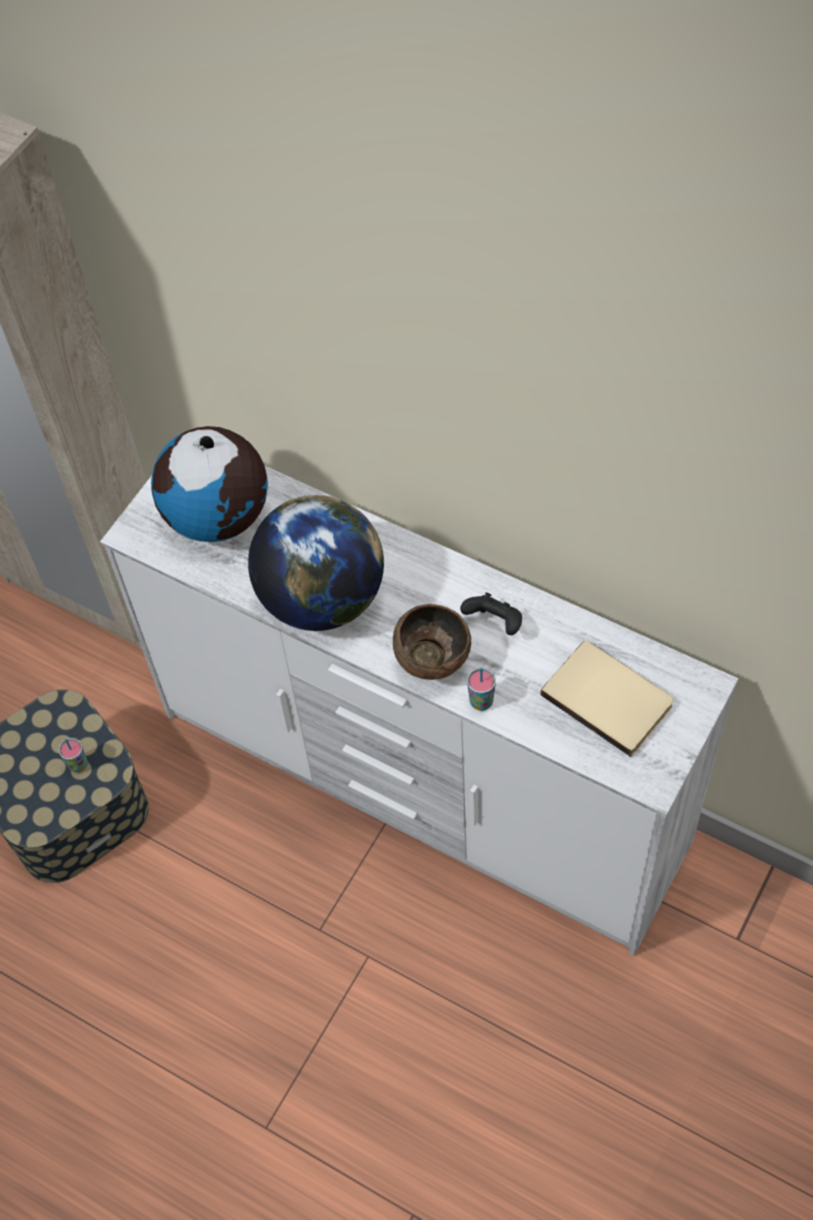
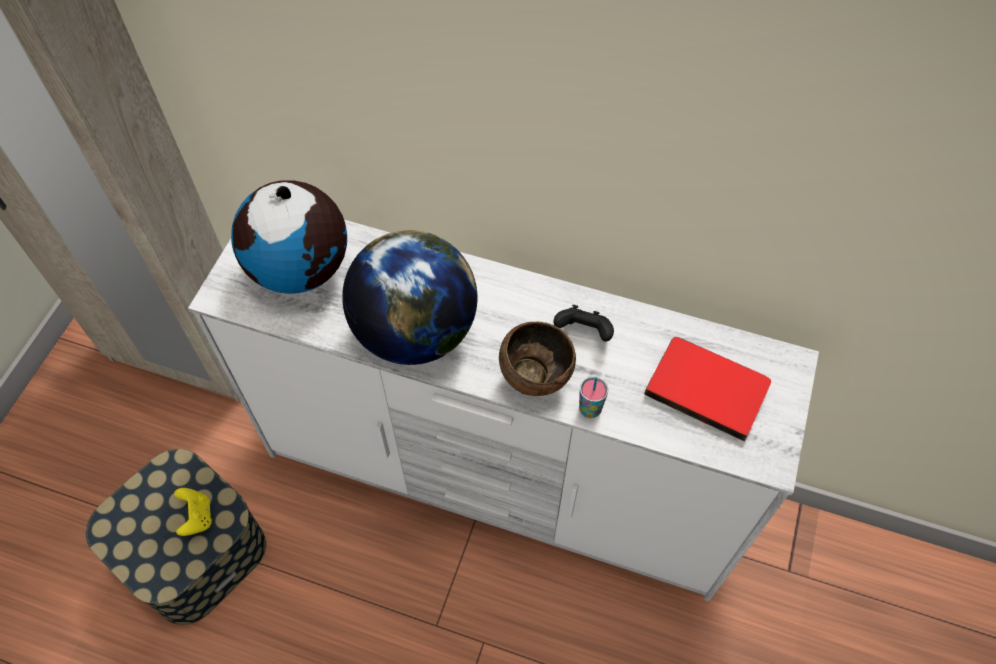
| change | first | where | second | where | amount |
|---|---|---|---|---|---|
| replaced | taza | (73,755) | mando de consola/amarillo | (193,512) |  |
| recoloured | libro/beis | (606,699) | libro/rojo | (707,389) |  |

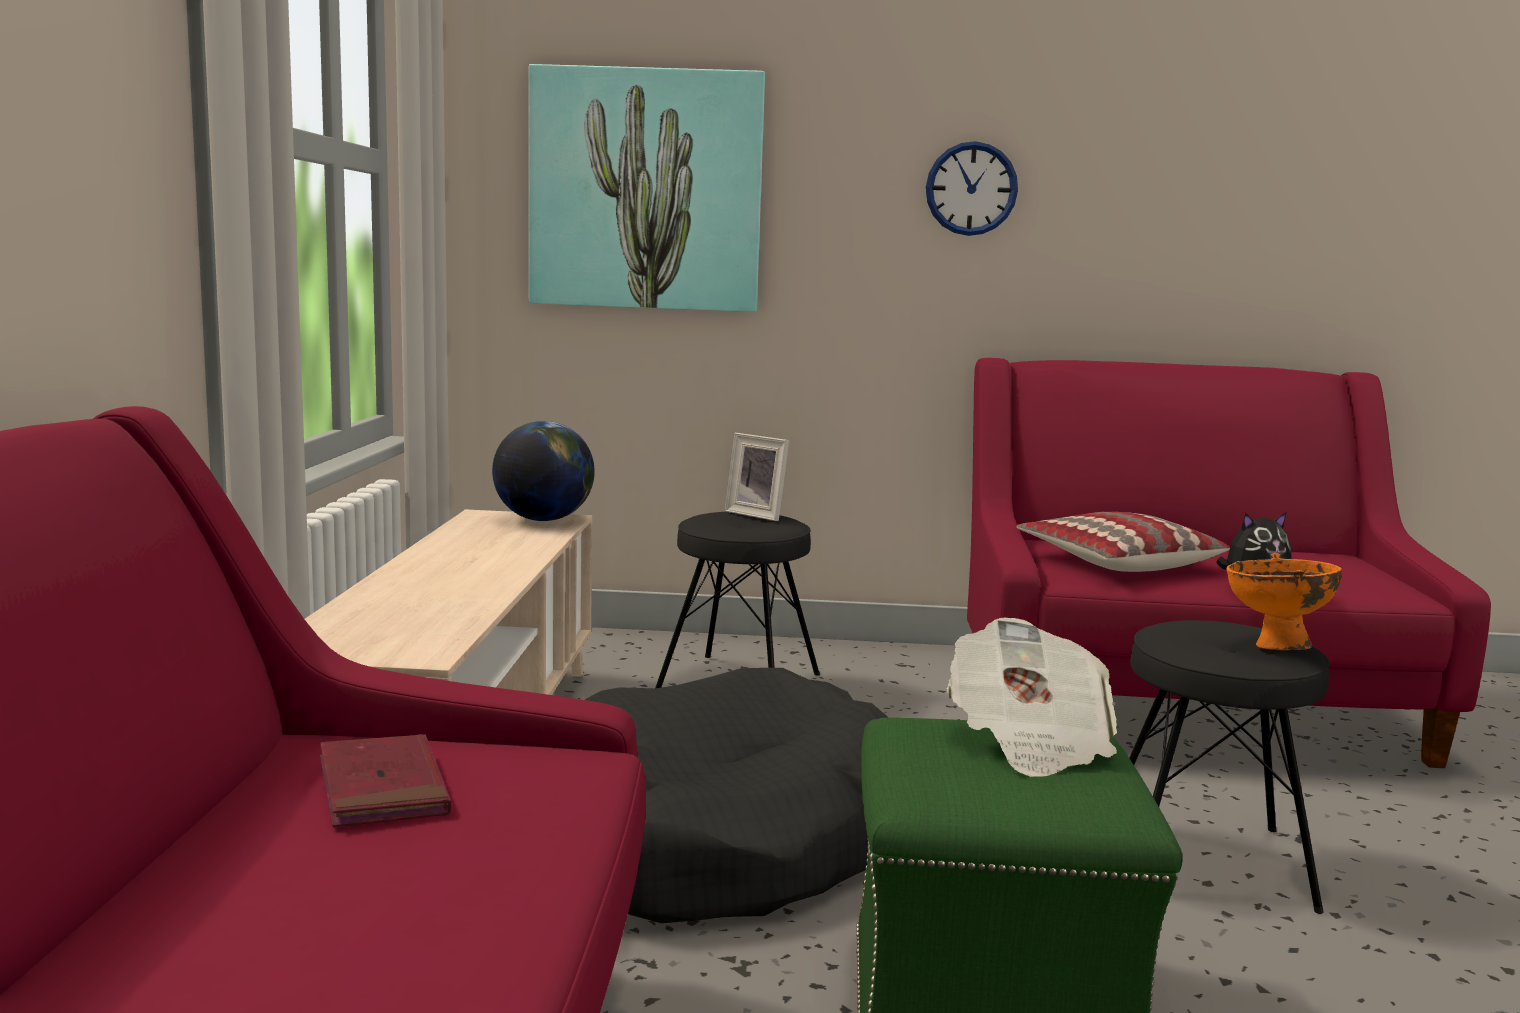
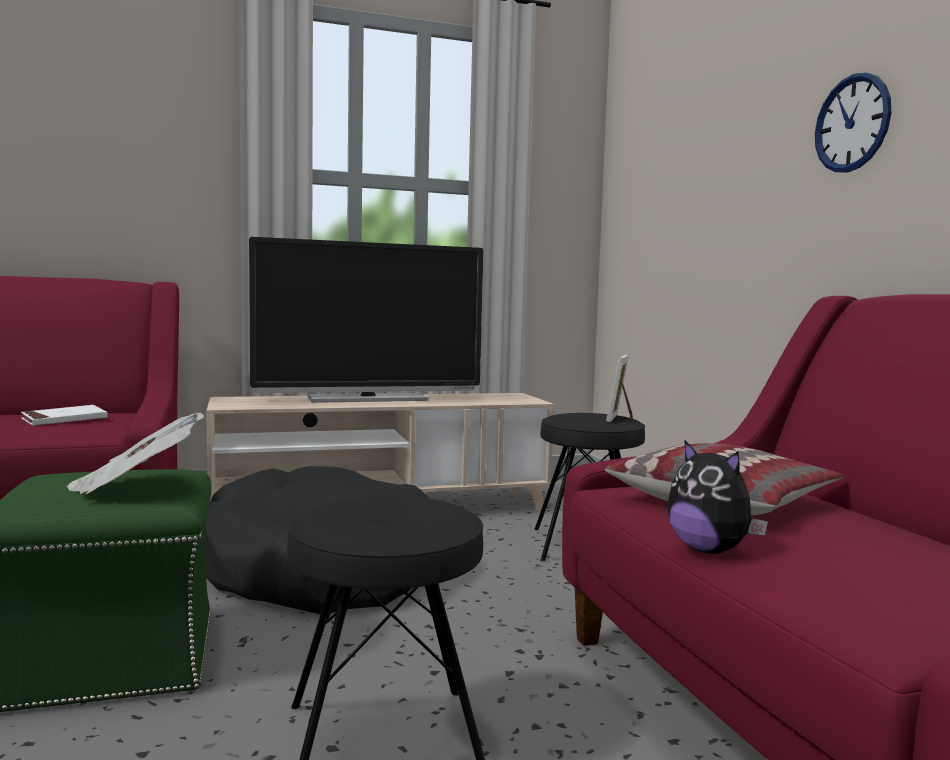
| change | first | where | second | where | amount |
|---|---|---|---|---|---|
| recoloured | libro/rojo | (385,781) | libro/blanco | (64,415) |  |
| added |  |  | televisor | (366,320) |  |
| removed | globo terráqueo | (543,471) |  |  |  |
| removed | cuadro | (647,188) |  |  |  |
| removed | cuenco/naranja | (1284,601) |  |  |  |

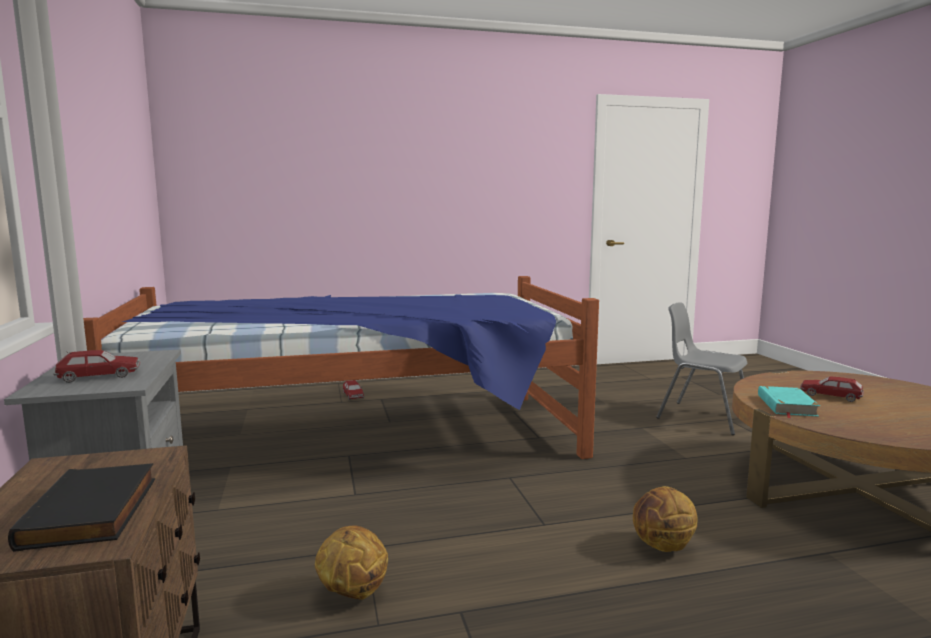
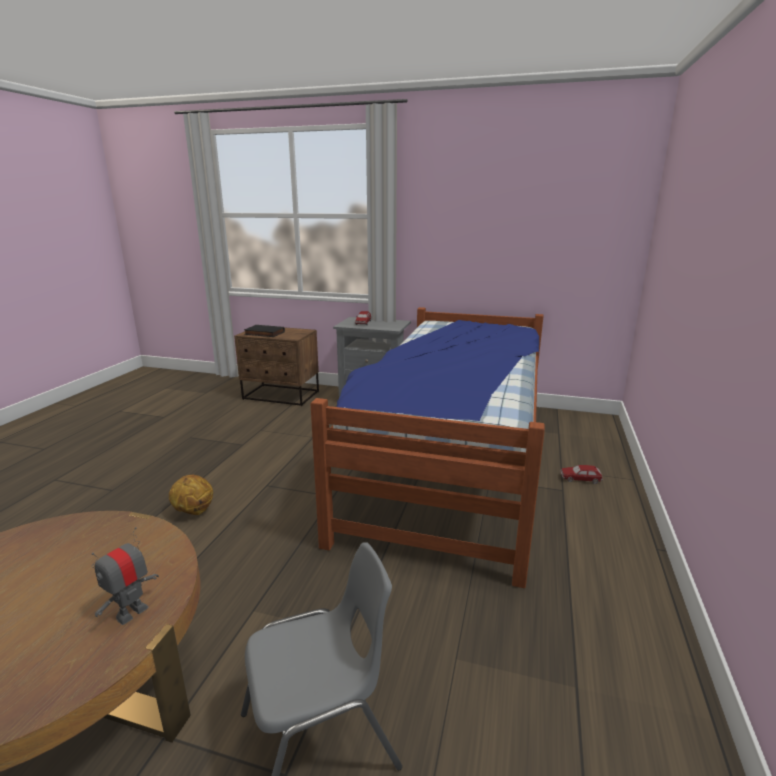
| change | first | where | second | where | amount |
|---|---|---|---|---|---|
| added |  |  | robot de juguete | (125,576) |  |
| removed | balón de baloncesto | (351,562) |  |  |  |
| removed | libro/turquesa | (789,402) |  |  |  |
| removed | coche de juguete | (832,389) |  |  |  |

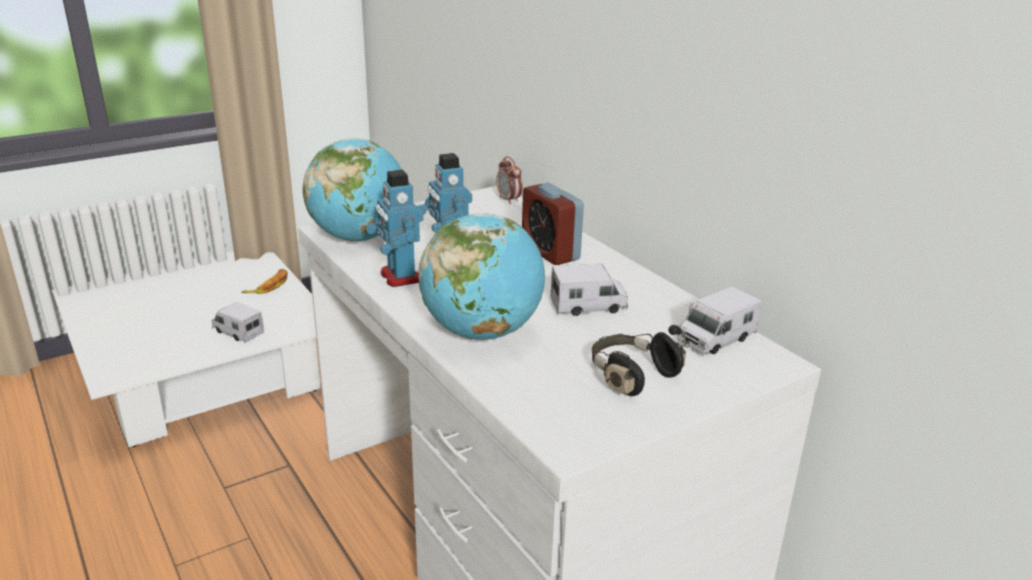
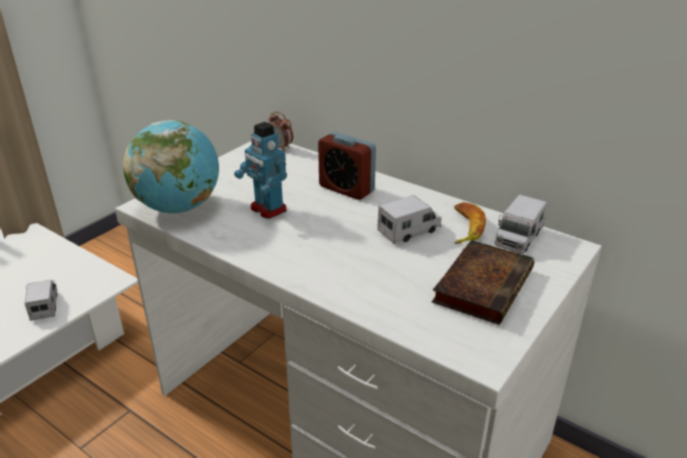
| change | first | where | second | where | amount |
|---|---|---|---|---|---|
| turned | camión de juguete | (237,322) |  | (40,300) | 60 degrees clockwise |
| replaced | auriculares/negro | (641,360) | libro | (483,282) |  |
| moved | plátano | (264,281) |  | (470,223) |  |
| removed | robot de juguete | (394,228) |  |  |  |
| removed | globo terráqueo | (481,276) |  |  |  |

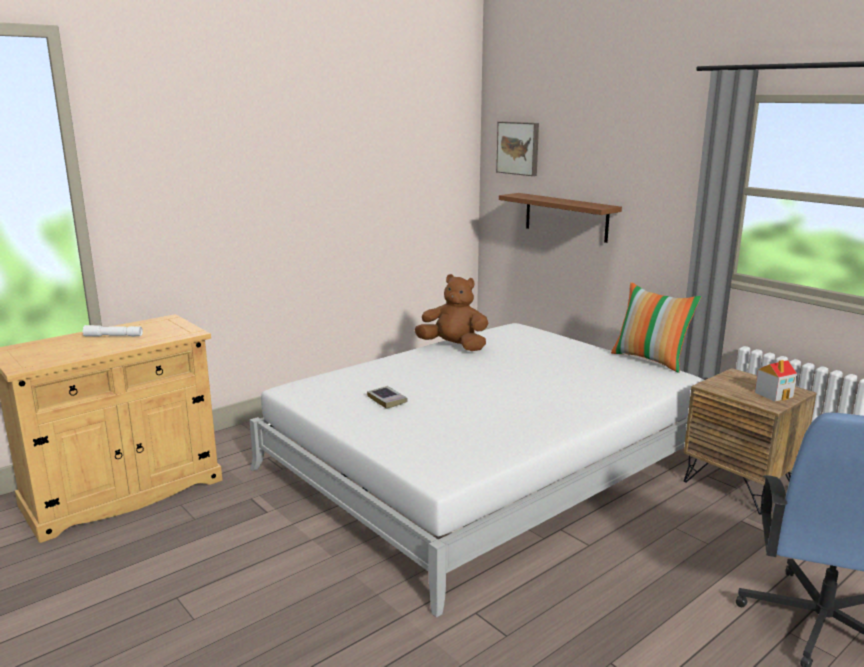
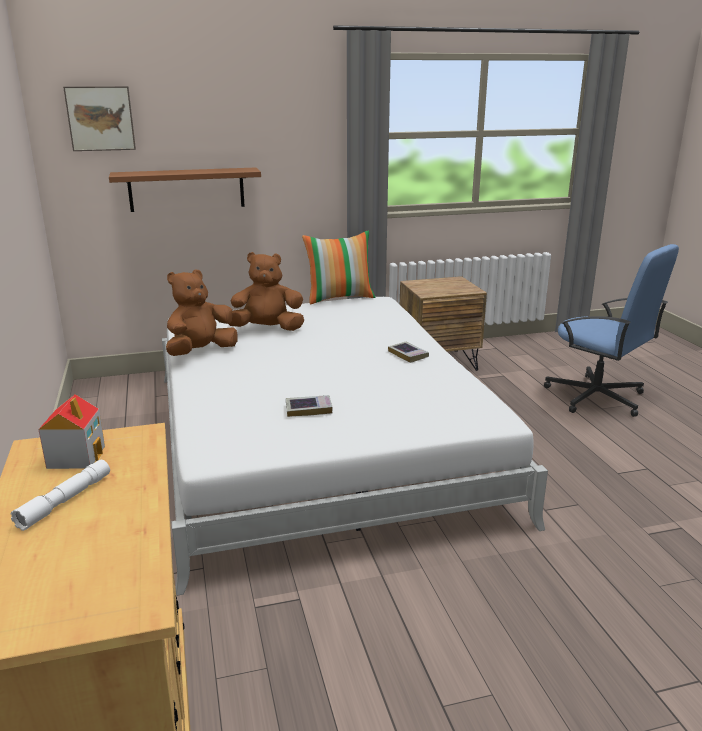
| change | first | where | second | where | amount |
|---|---|---|---|---|---|
| moved | casita | (776,381) |  | (71,431) |  |
| added |  |  | peluche/marrón | (266,291) |  |
| added |  |  | libro | (408,352) |  |

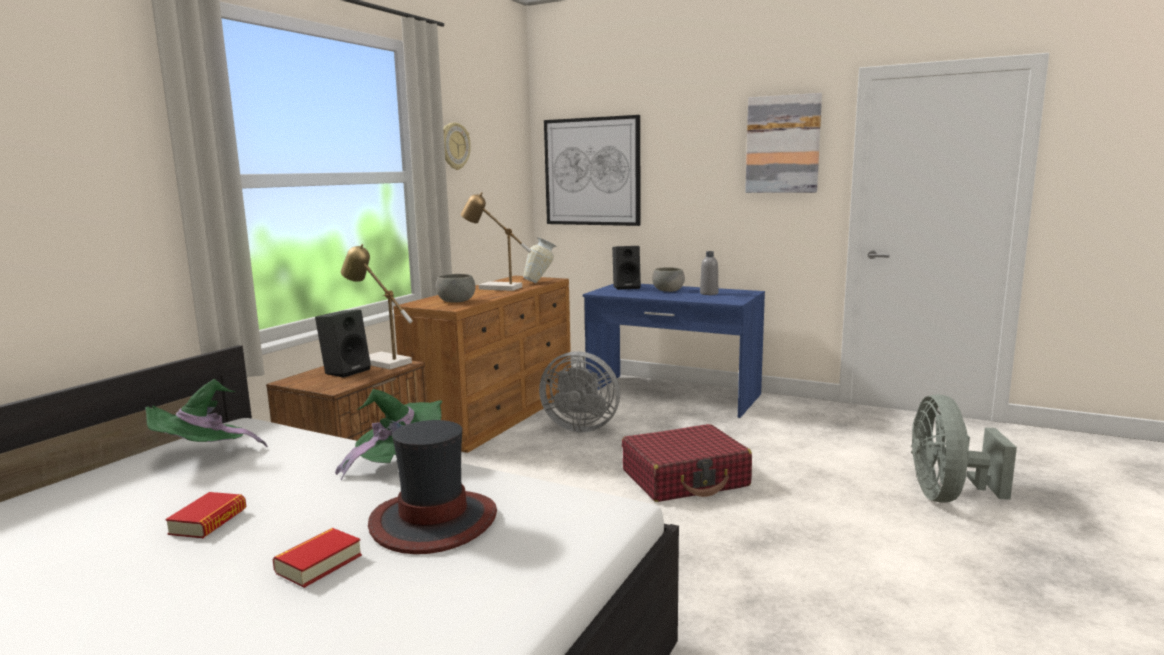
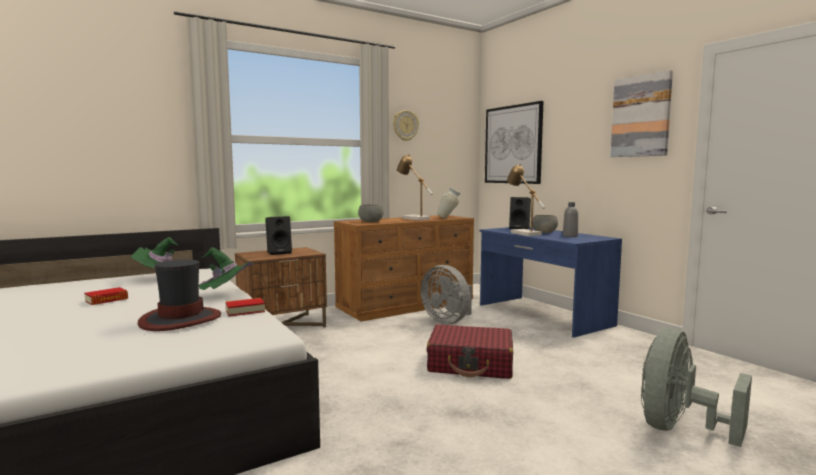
| change | first | where | second | where | amount |
|---|---|---|---|---|---|
| moved | libro | (317,558) |  | (245,307) |  |
| moved | lámpara de mesa | (377,307) |  | (526,200) |  |

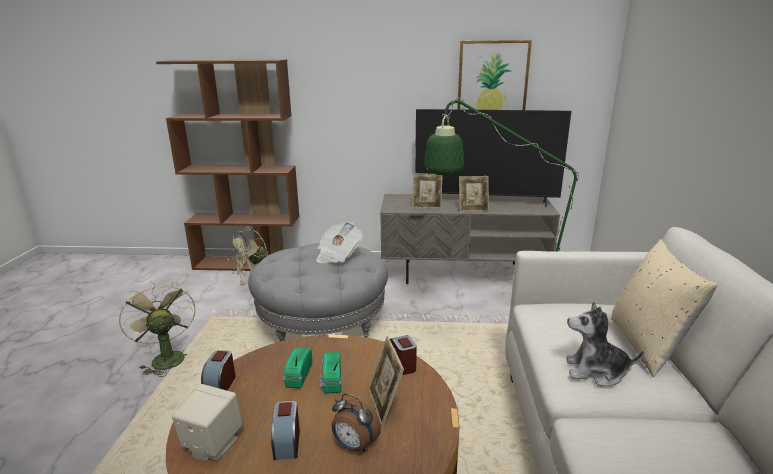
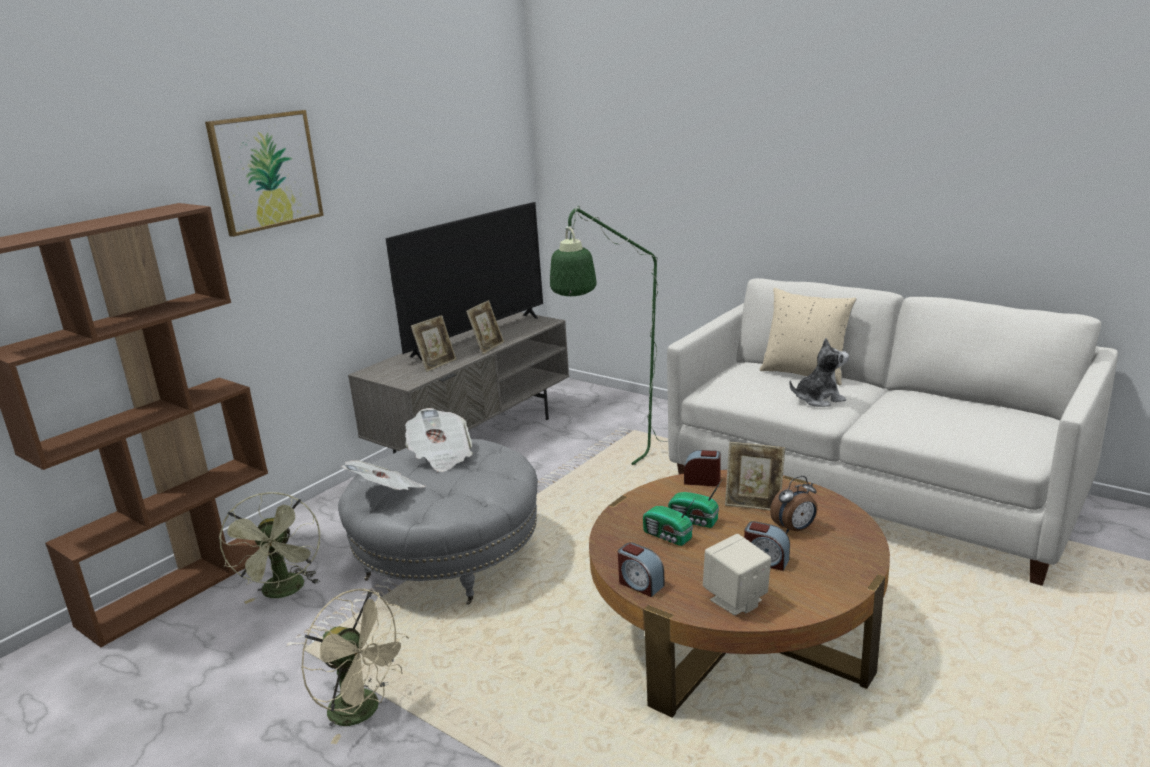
| change | first | where | second | where | amount |
|---|---|---|---|---|---|
| moved | cuadro | (494,75) |  | (264,173) |  |
| turned | ventilador/beis | (157,329) |  | (355,666) | 150 degrees counterclockwise |
| added |  |  | periódico | (383,475) |  |
| turned | peluche | (605,344) |  | (819,372) | 150 degrees counterclockwise |

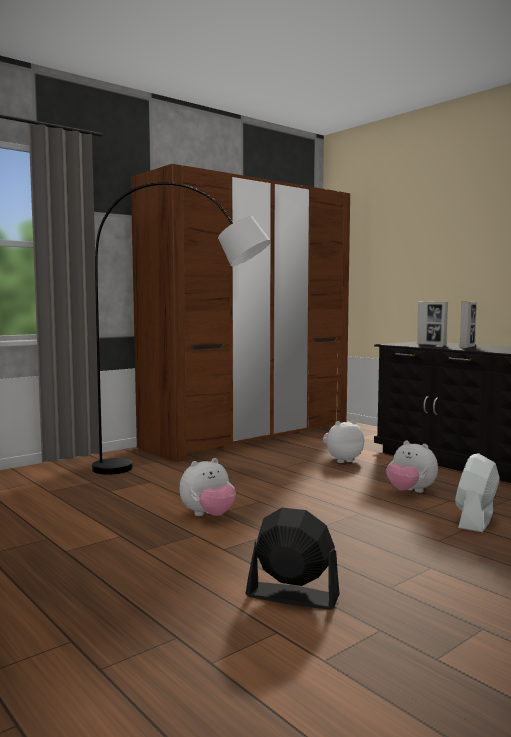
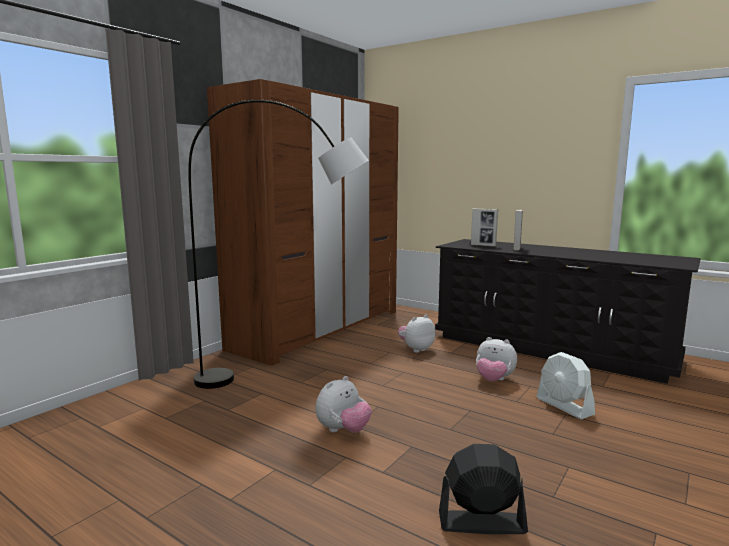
| change | first | where | second | where | amount |
|---|---|---|---|---|---|
| turned | ventilador/blanco | (477,492) |  | (566,385) | 45 degrees counterclockwise |

